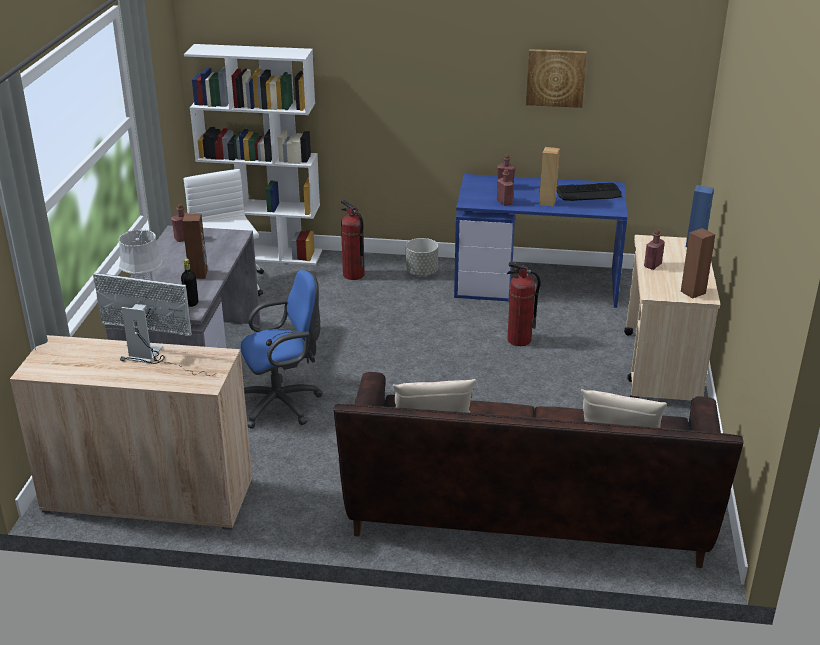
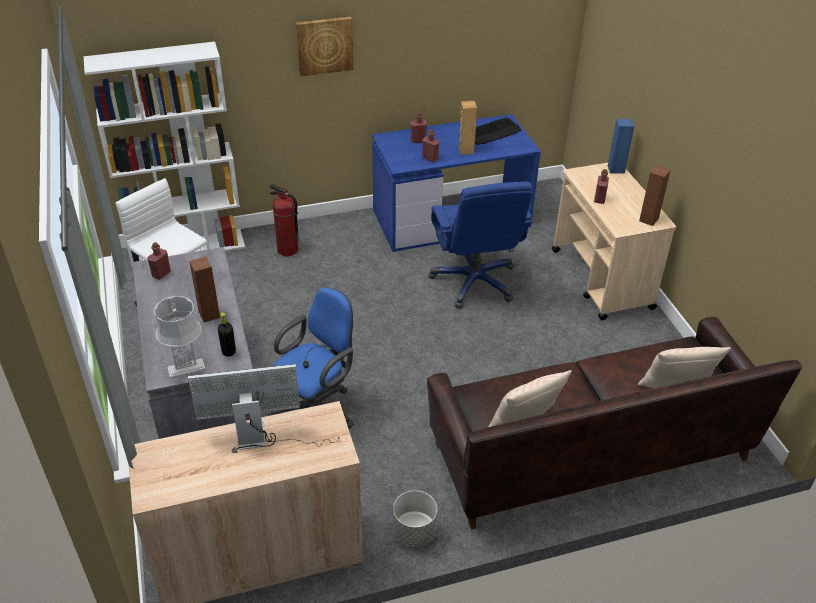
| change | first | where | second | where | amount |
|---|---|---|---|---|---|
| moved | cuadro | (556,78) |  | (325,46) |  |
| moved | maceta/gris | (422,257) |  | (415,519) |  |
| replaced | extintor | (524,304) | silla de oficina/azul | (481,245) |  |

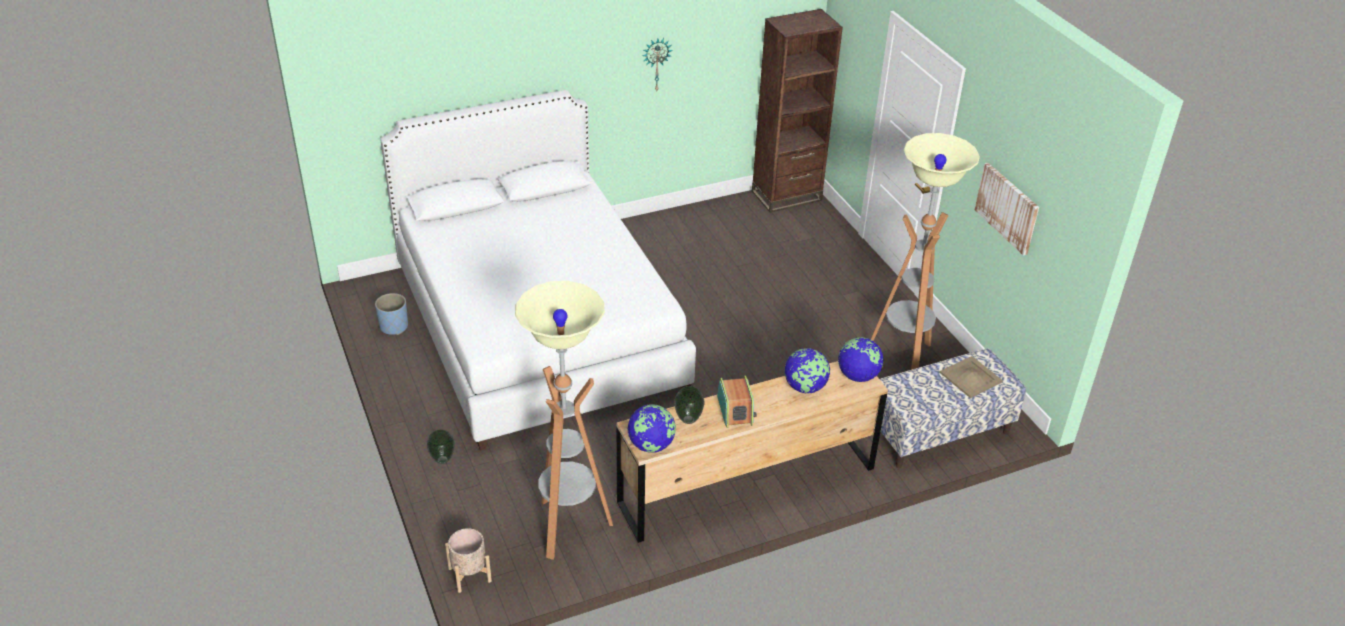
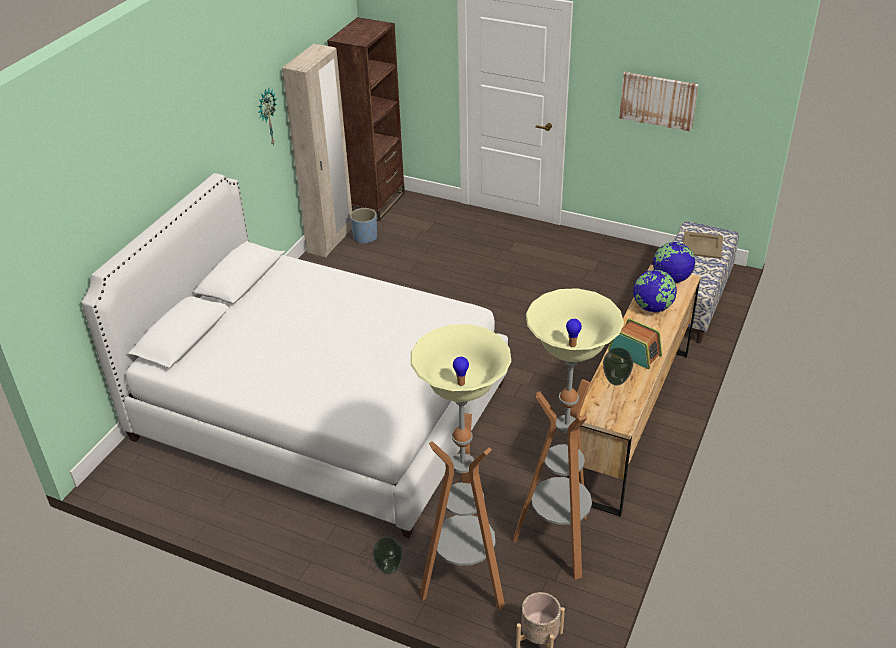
| change | first | where | second | where | amount |
|---|---|---|---|---|---|
| added |  |  | armario ropero/beis | (317,150) |  |
| moved | maceta/azul | (391,314) |  | (363,226) |  |
| moved | lámpara de pie | (925,251) |  | (461,467) |  |
| removed | globo terráqueo | (652,428) |  |  |  |

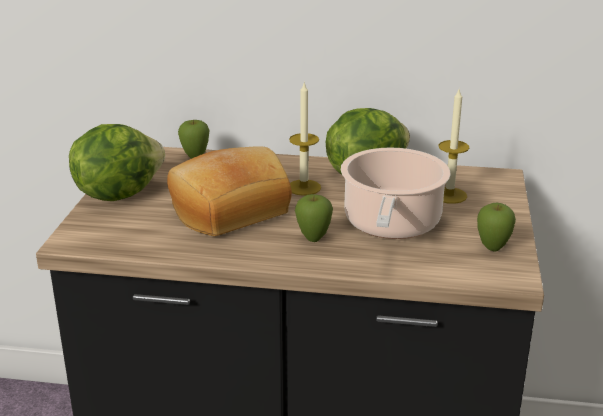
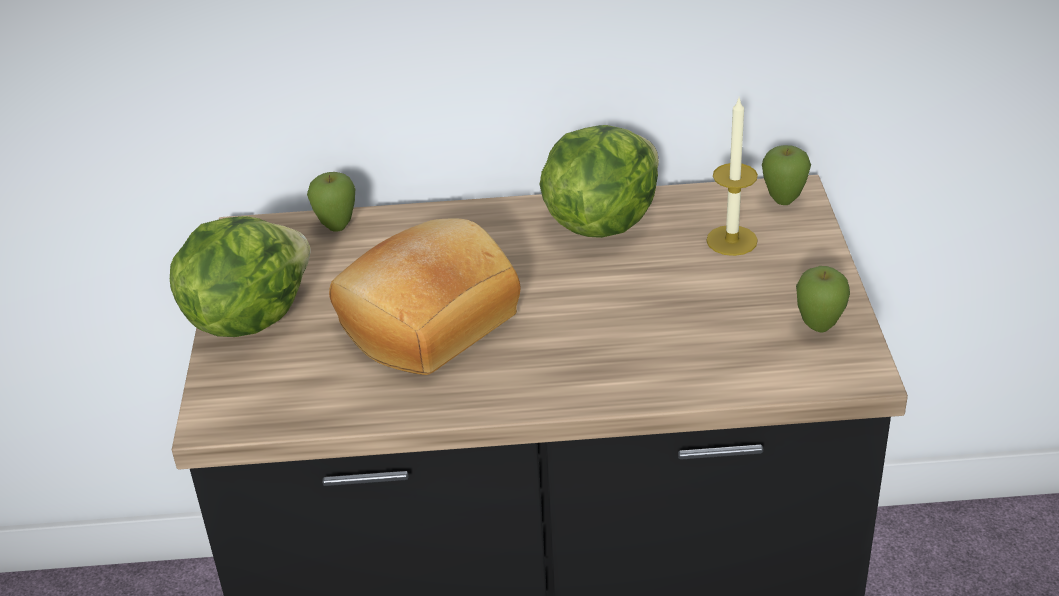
| change | first | where | second | where | amount |
|---|---|---|---|---|---|
| moved | manzana | (314,218) |  | (786,175) |  |
| removed | vela | (305,138) |  |  |  |
| removed | olla | (396,193) |  |  |  |

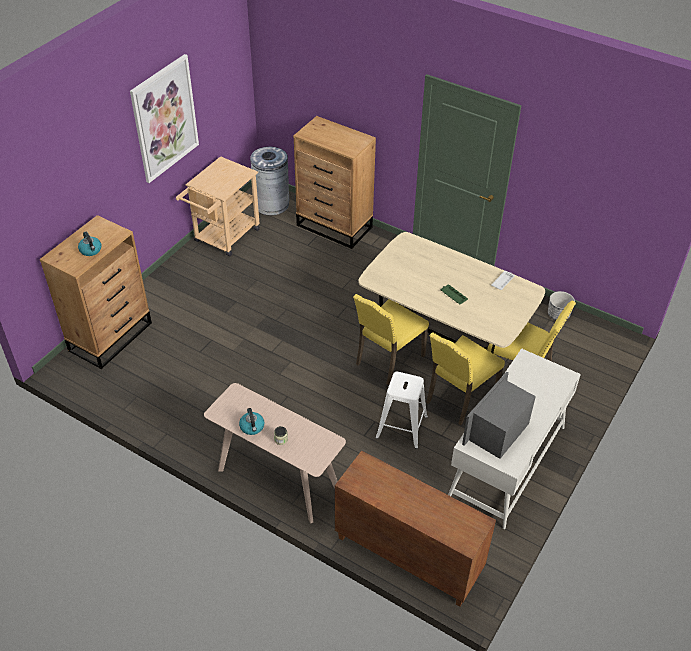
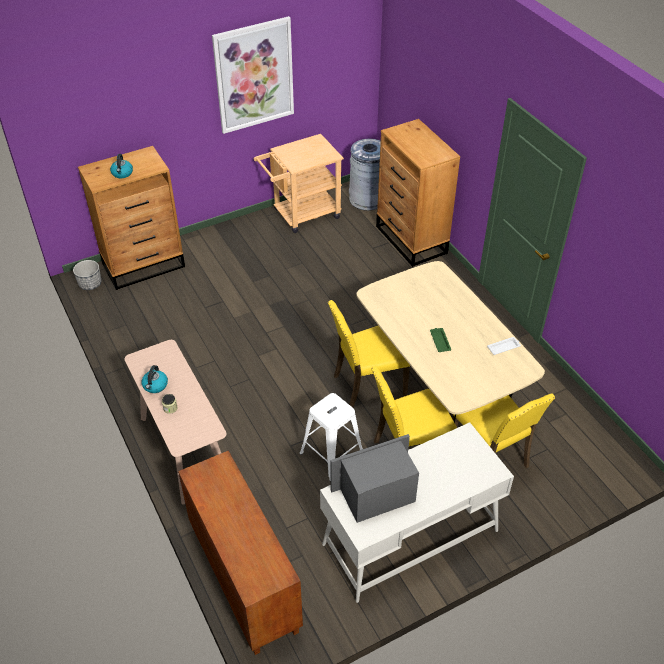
| change | first | where | second | where | amount |
|---|---|---|---|---|---|
| moved | maceta | (561,305) |  | (87,275) |  |

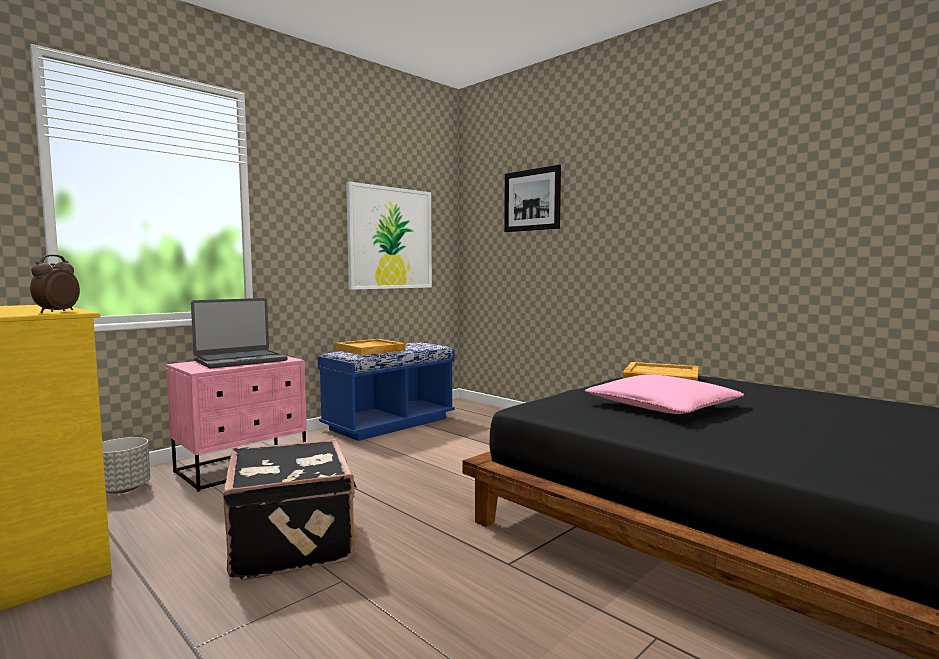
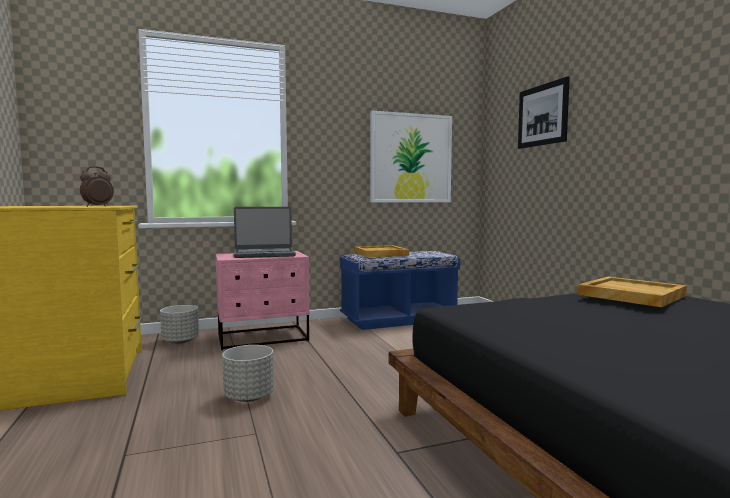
| change | first | where | second | where | amount |
|---|---|---|---|---|---|
| replaced | maleta/negro | (290,509) | maceta/gris | (248,373) |  |
| removed | cojín/rosa | (664,394) |  |  |  |

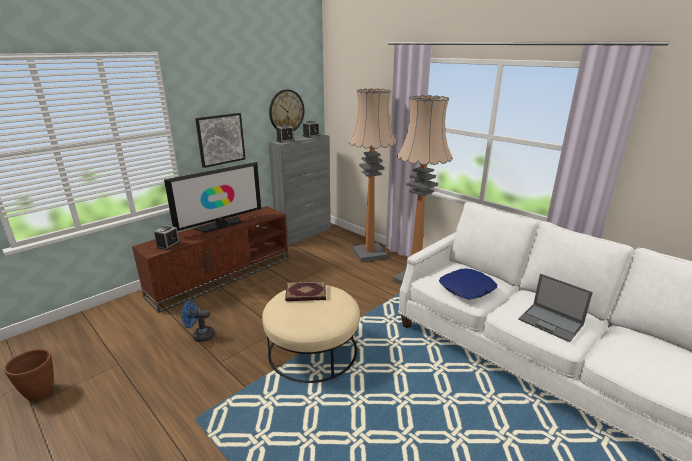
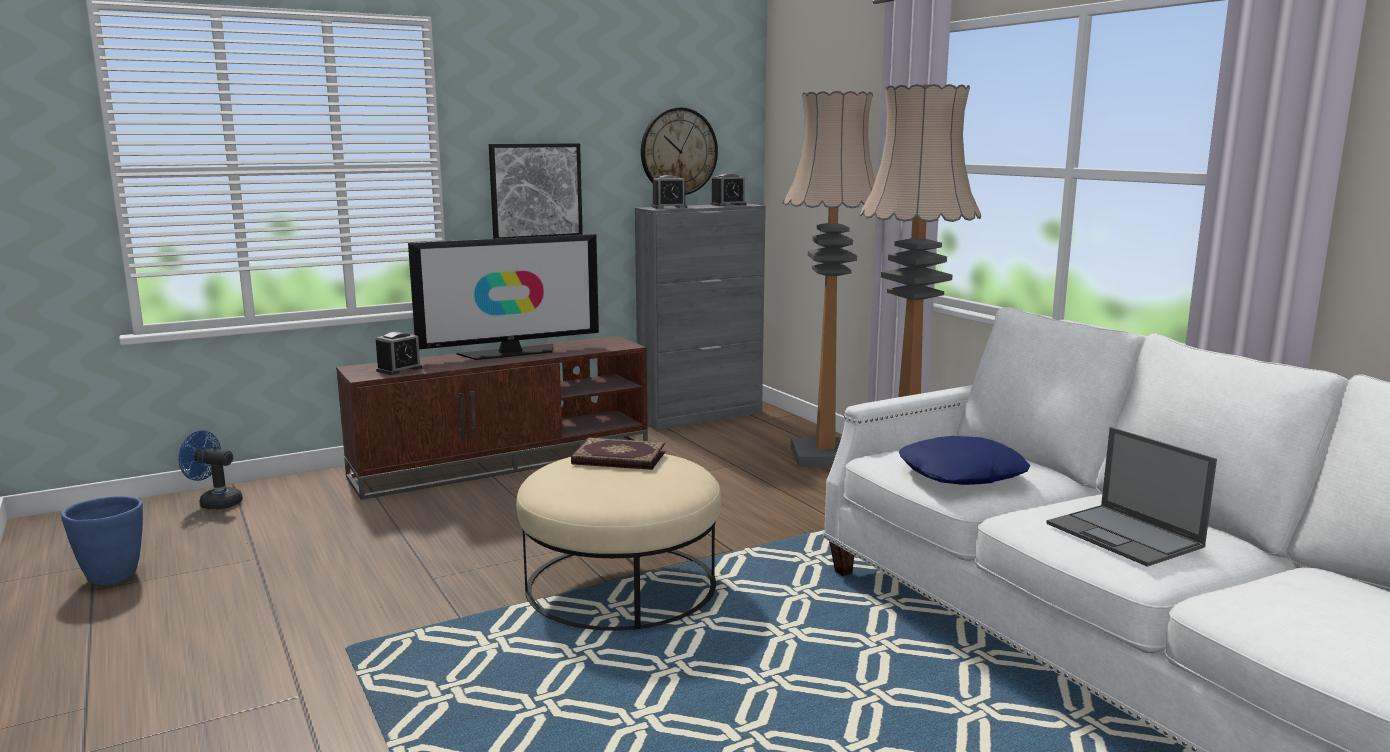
| change | first | where | second | where | amount |
|---|---|---|---|---|---|
| recoloured | maceta/marrón | (29,374) | maceta/azul | (102,540) |  |
| moved | ventilador/azul | (198,321) |  | (210,469) |  |

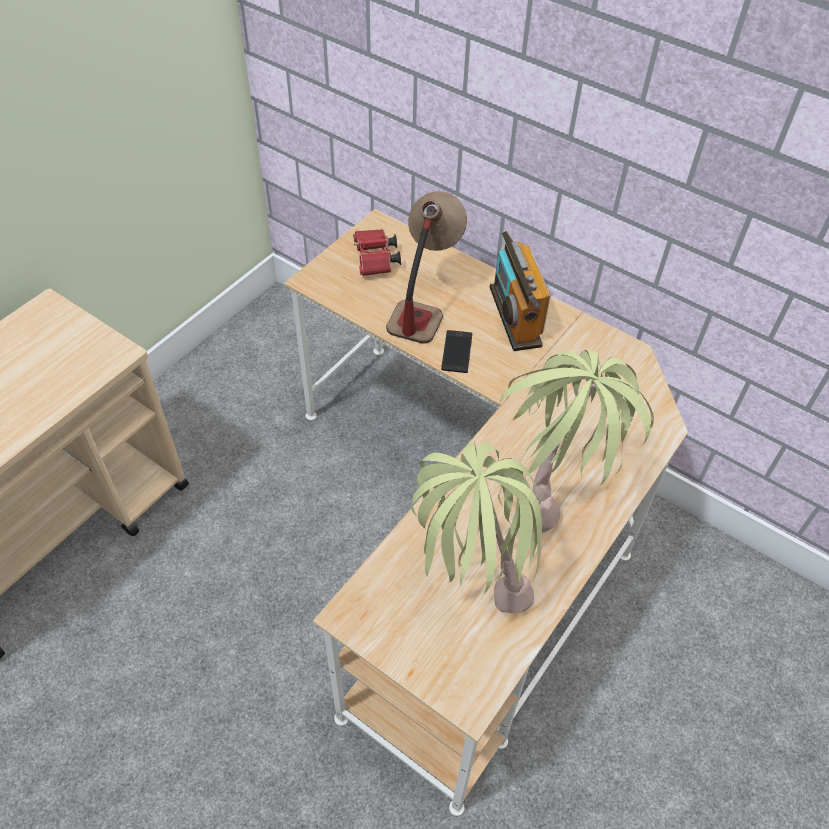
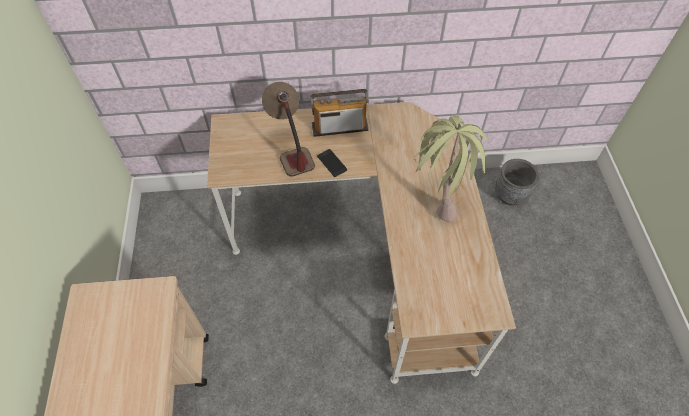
| change | first | where | second | where | amount |
|---|---|---|---|---|---|
| turned | radio | (520,291) |  | (339,113) | 135 degrees clockwise |
| added |  |  | maceta/gris | (517,182) |  |
| removed | prismáticos/rojo | (377,252) |  |  |  |
| removed | planta en maceta | (476,527) |  |  |  |

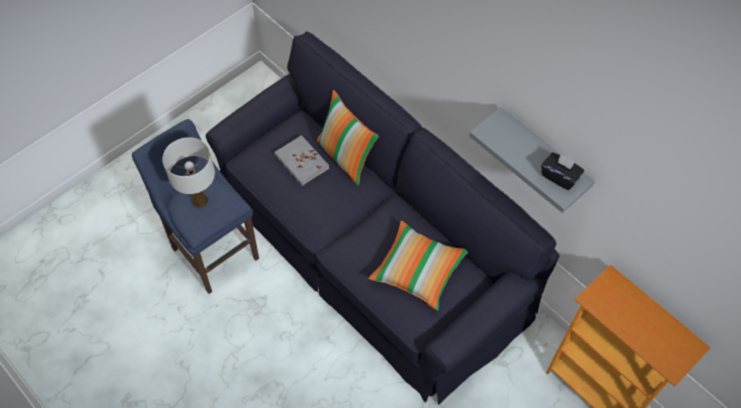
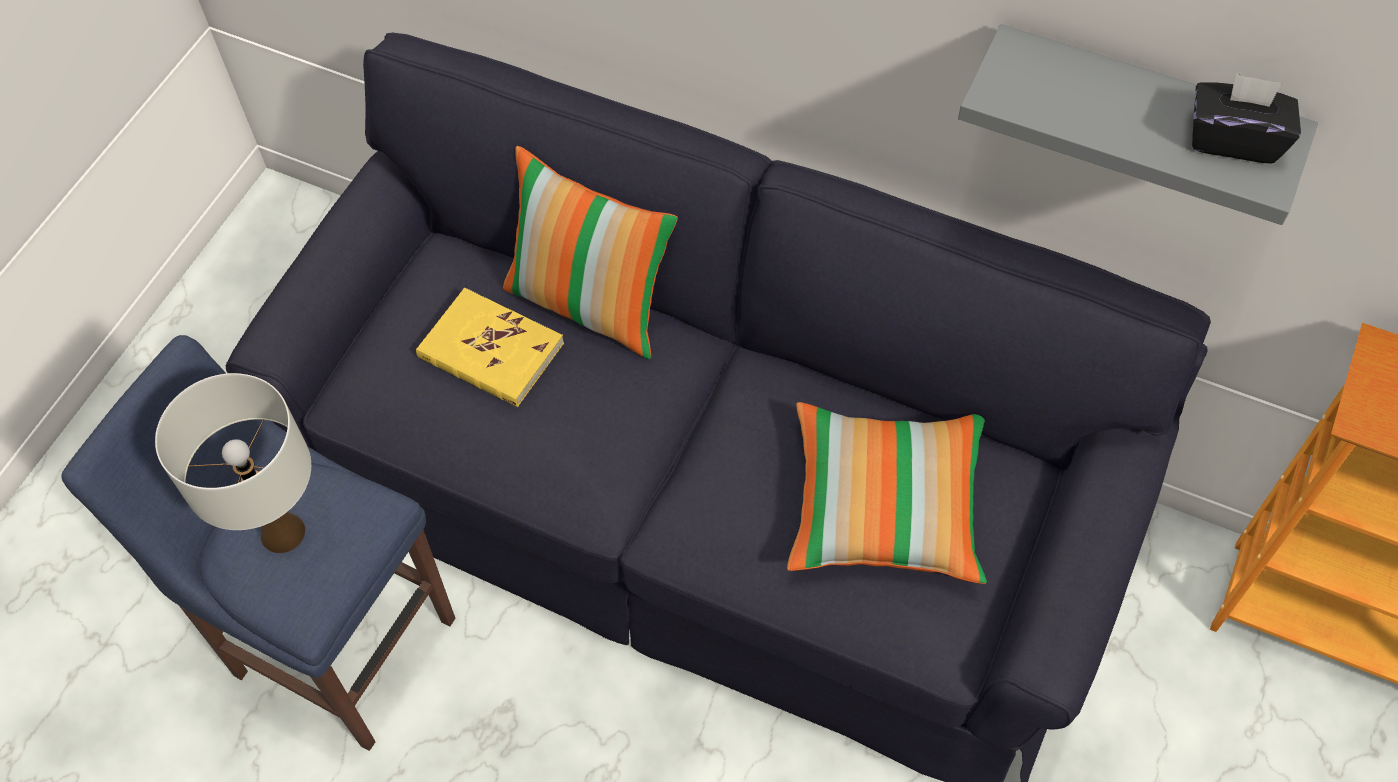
| change | first | where | second | where | amount |
|---|---|---|---|---|---|
| recoloured | libro/gris | (301,160) | libro/amarillo | (490,347) |  |

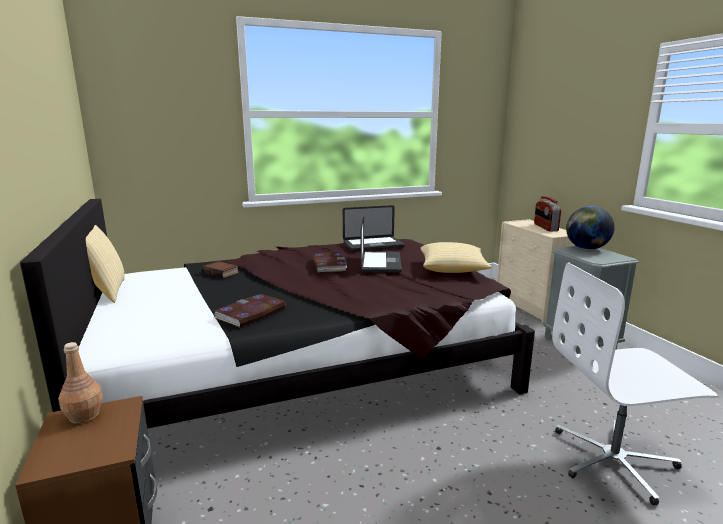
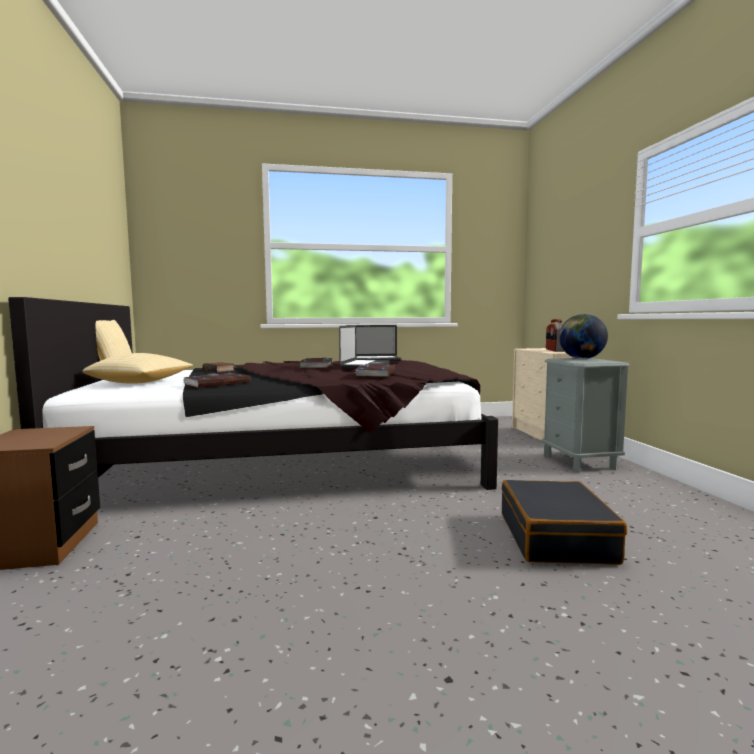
| change | first | where | second | where | amount |
|---|---|---|---|---|---|
| moved | cojín | (456,257) |  | (138,368) |  |
| added |  |  | libro | (374,370) |  |
| replaced | silla de oficina/blanco | (635,384) | maleta/negro | (564,522) |  |
| removed | botella/marrón | (80,383) |  |  |  |

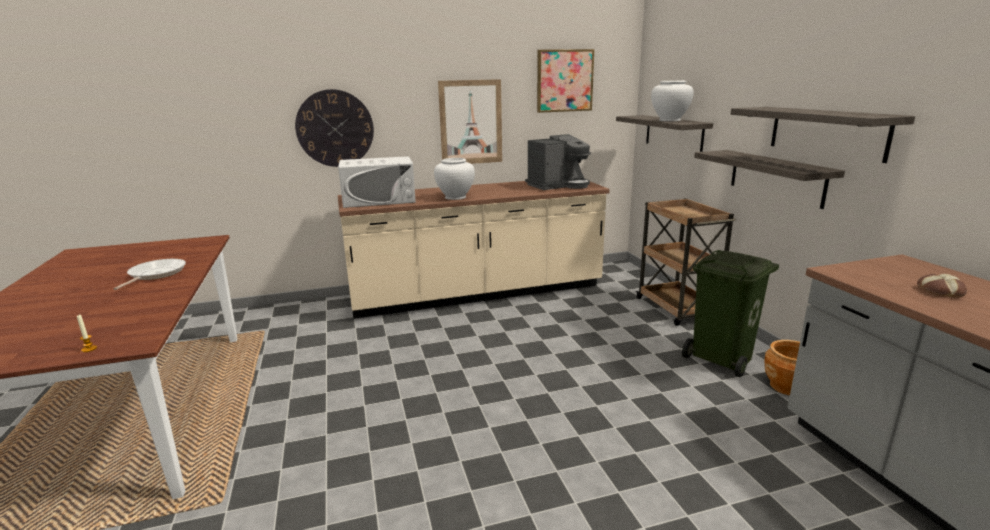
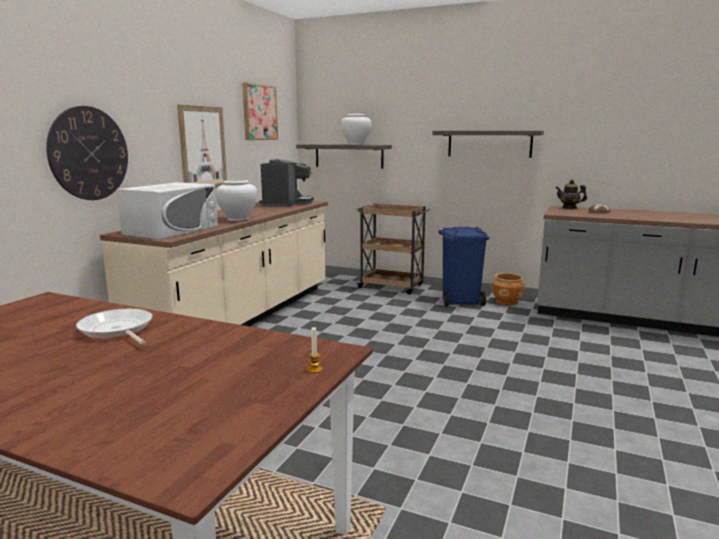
| change | first | where | second | where | amount |
|---|---|---|---|---|---|
| recoloured | papelera/verde | (730,313) | papelera/azul | (464,267) |  |
| added |  |  | tetera | (571,194) |  |
| removed | estante | (769,179) |  |  |  |

